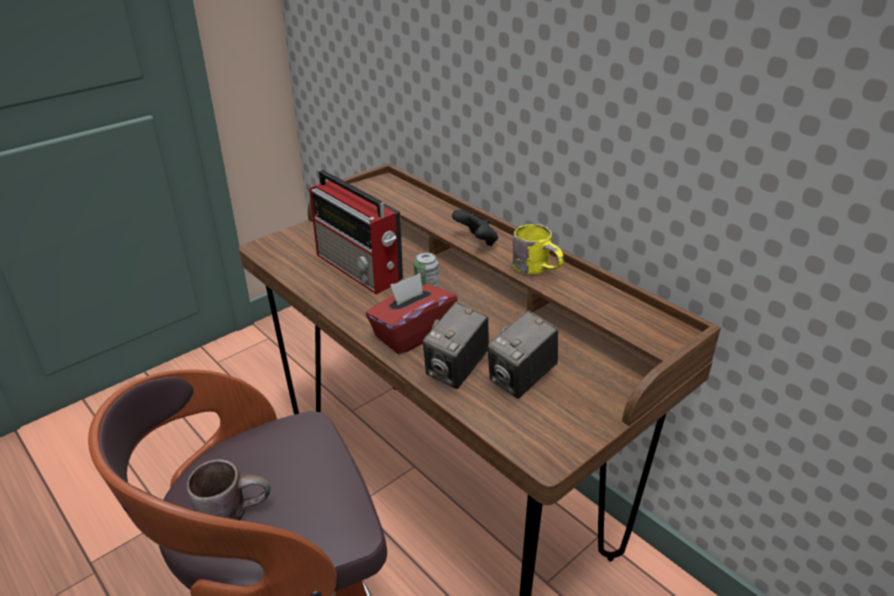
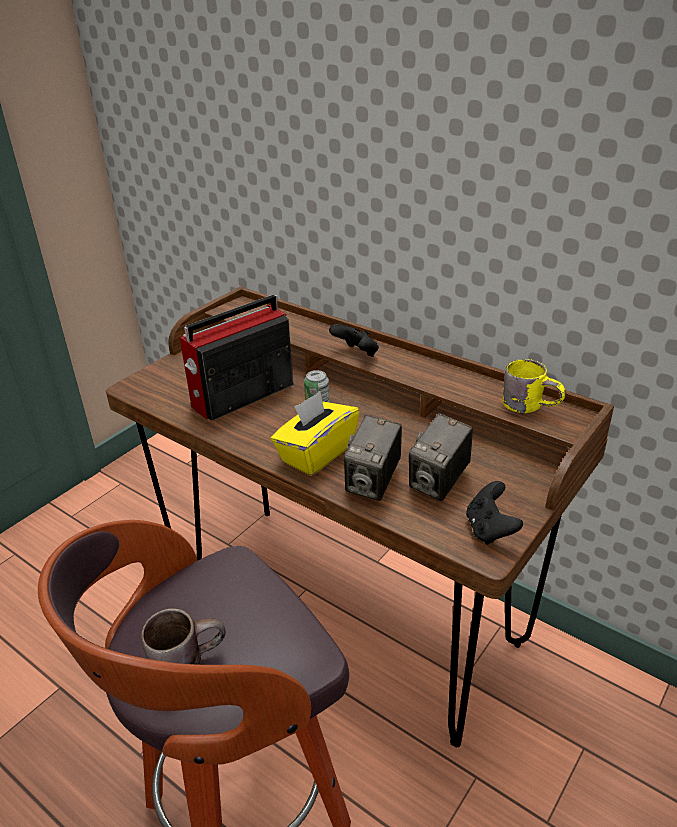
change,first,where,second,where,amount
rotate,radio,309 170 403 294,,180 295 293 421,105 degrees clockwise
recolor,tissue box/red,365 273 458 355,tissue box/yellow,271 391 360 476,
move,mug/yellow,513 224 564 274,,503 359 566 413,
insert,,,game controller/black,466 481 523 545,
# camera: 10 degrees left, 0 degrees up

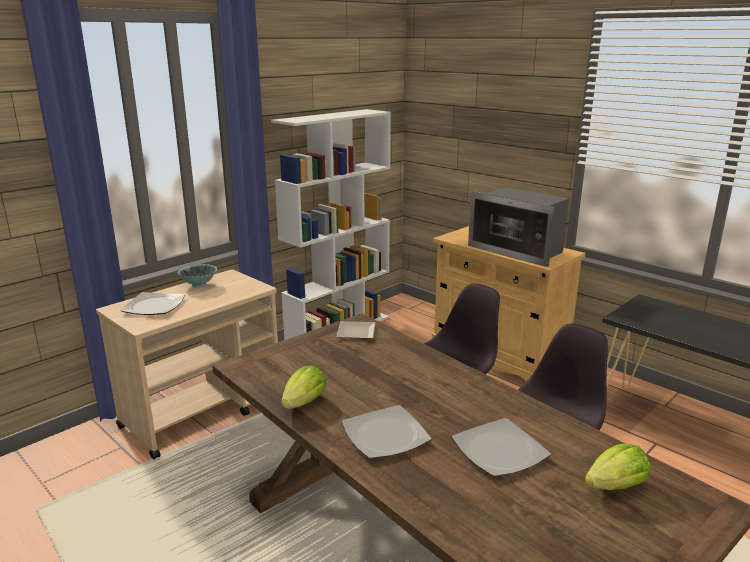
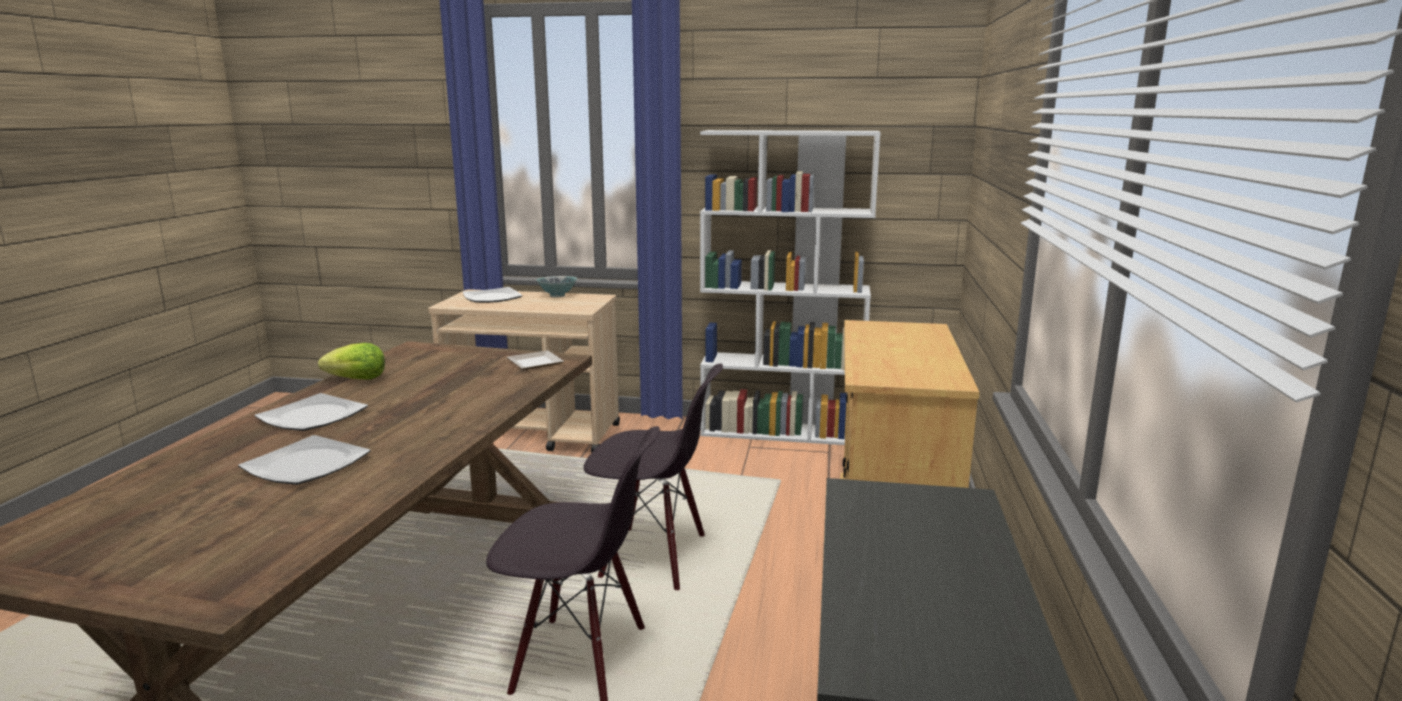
change,first,where,second,where,amount
delete,microwave,468 187 569 267,,,
delete,lettuce,585 443 650 490,,,
# camera: 55 degrees right, 5 degrees down

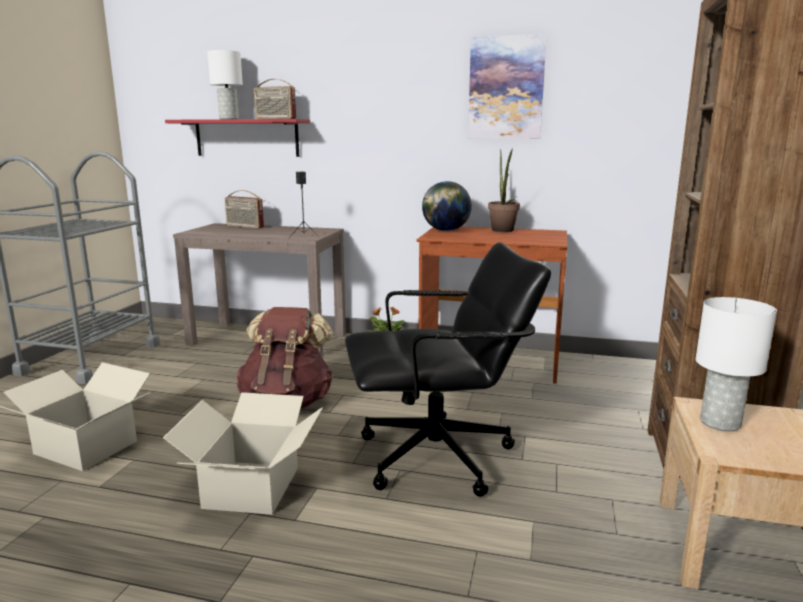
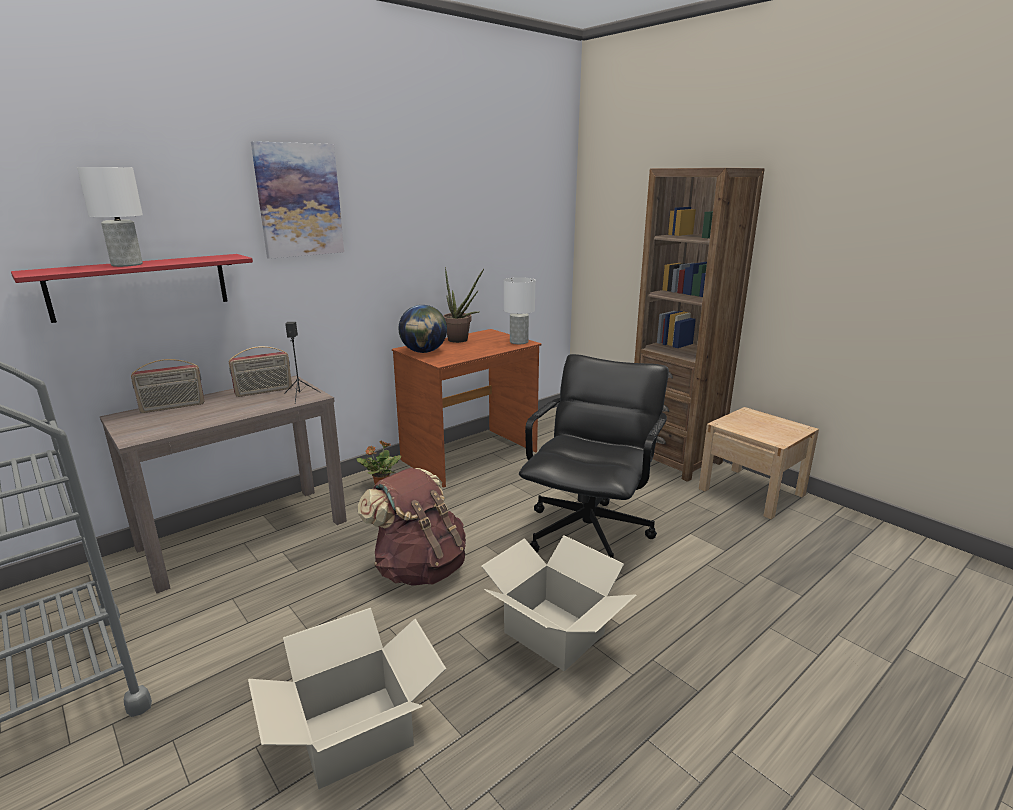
change,first,where,second,where,amount
move,radio,254 79 296 119,,229 346 292 397,
move,picture,468 34 547 138,,251 141 344 259,
move,table lamp/white,696 297 777 431,,504 277 535 344,
# camera: 55 degrees left, 5 degrees up

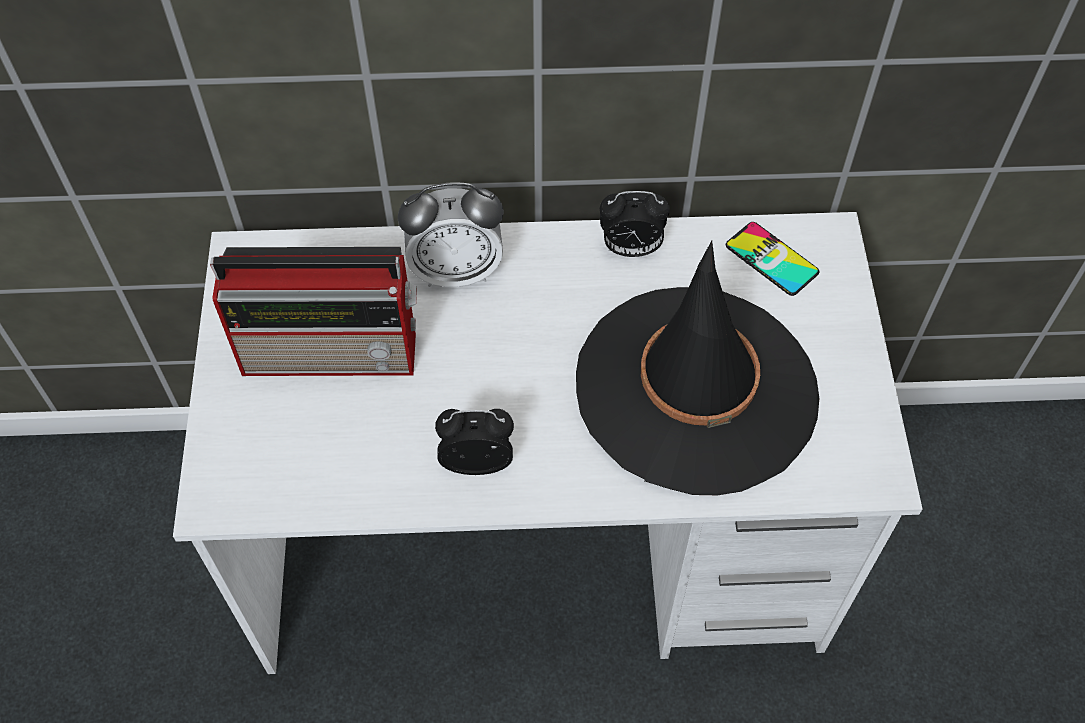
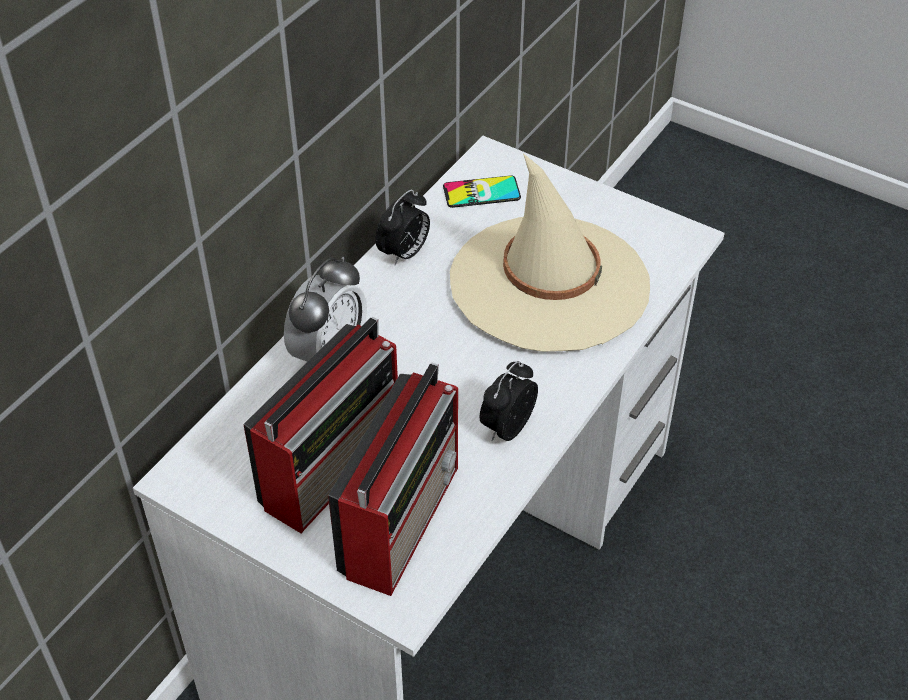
change,first,where,second,where,amount
recolor,hat/black,576 241 819 495,hat/beige,450 153 650 352,
insert,,,radio,328 362 458 596,
# camera: 55 degrees left, 10 degrees down

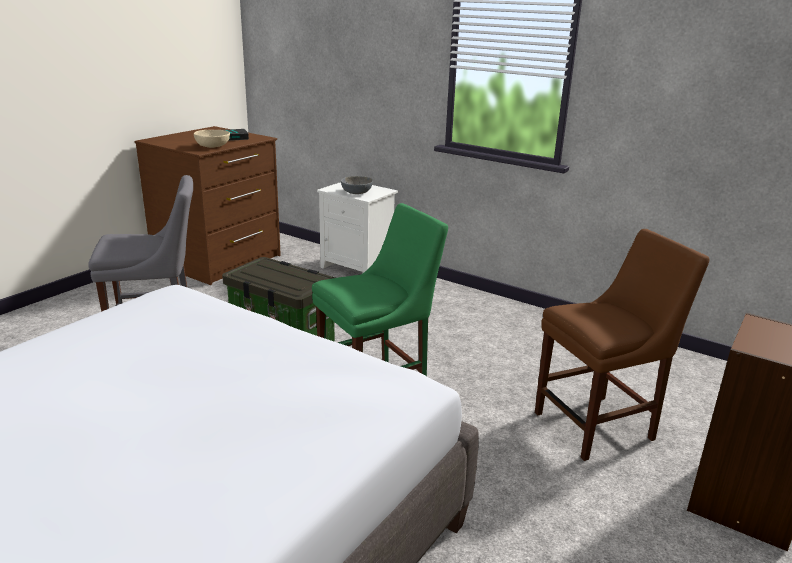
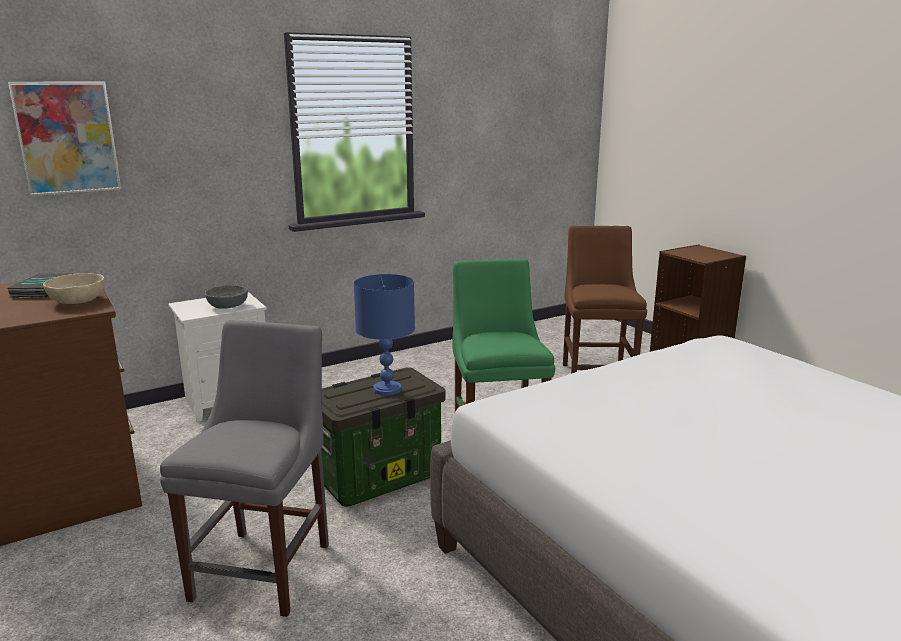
change,first,where,second,where,amount
insert,,,picture,8 82 122 196,
insert,,,table lamp/blue,354 274 415 396,
# camera: 65 degrees left, 5 degrees down

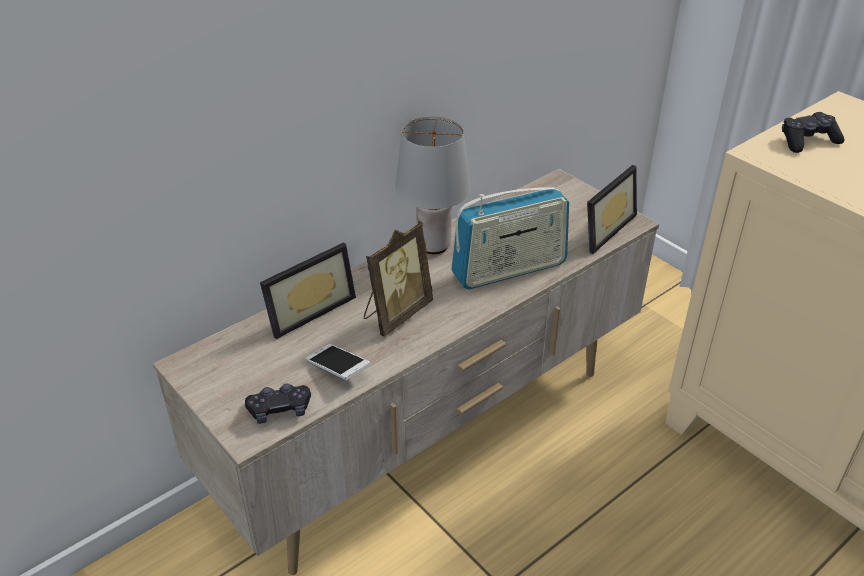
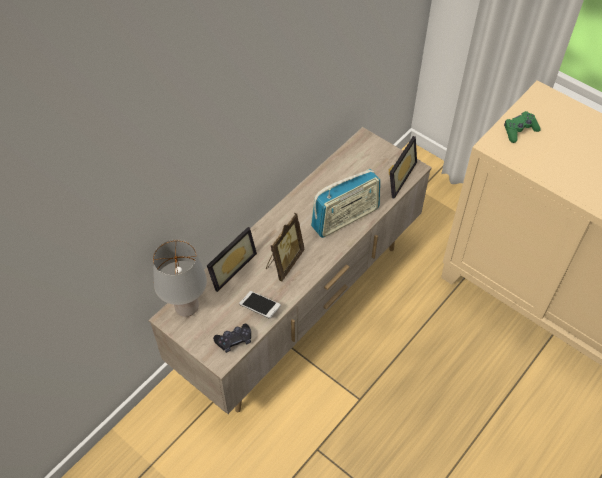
change,first,where,second,where,amount
move,table lamp/grey,395 117 471 254,,153 240 207 317,
recolor,game controller/black,782 112 844 153,game controller/green,504 111 541 143,
# camera: 10 degrees left, 15 degrees up

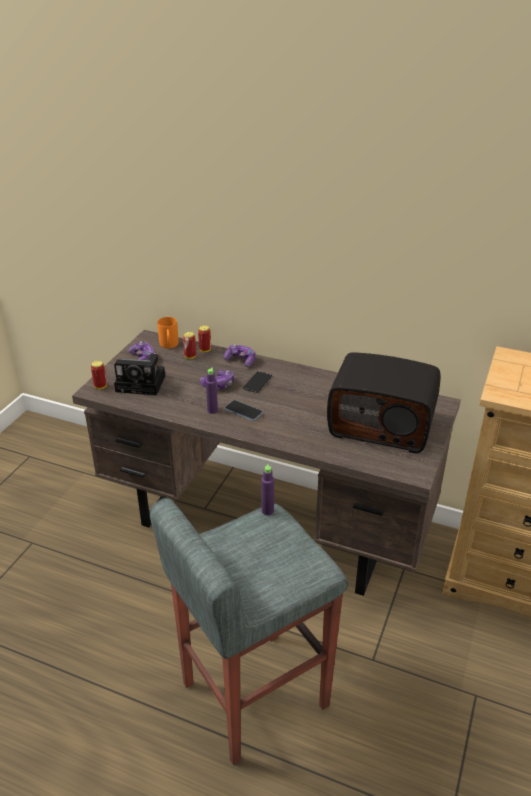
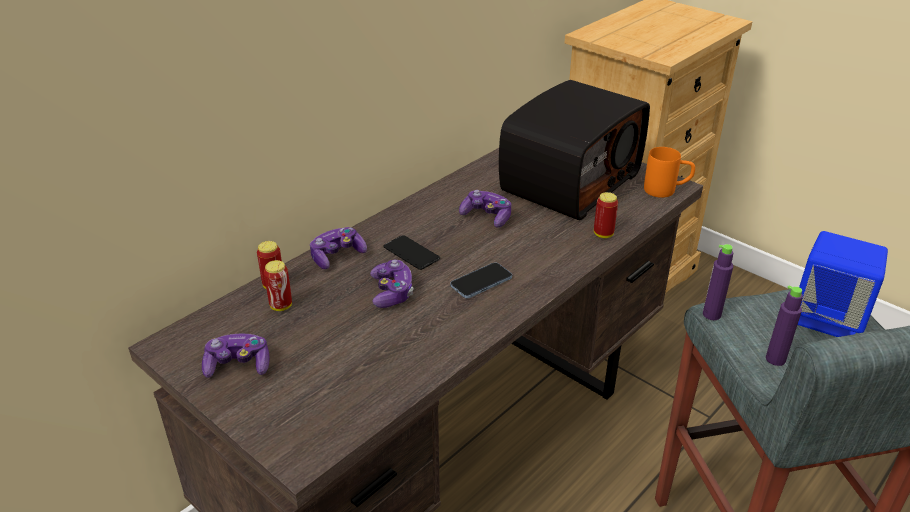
change,first,where,second,where,amount
move,can,91 361 107 389,,594 192 618 238,
delete,photo camera,114 353 165 395,,,
move,mug/orange,158 317 179 348,,644 147 695 198,
move,bottle/purple,206 368 218 414,,766 286 803 366,
insert,,,game controller,459 190 511 228,
insert,,,speaker/blue,798 231 888 337,
# camera: 70 degrees left, 0 degrees up

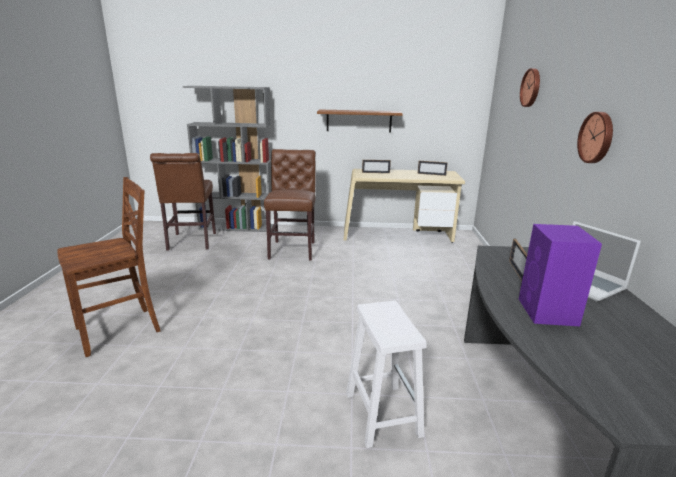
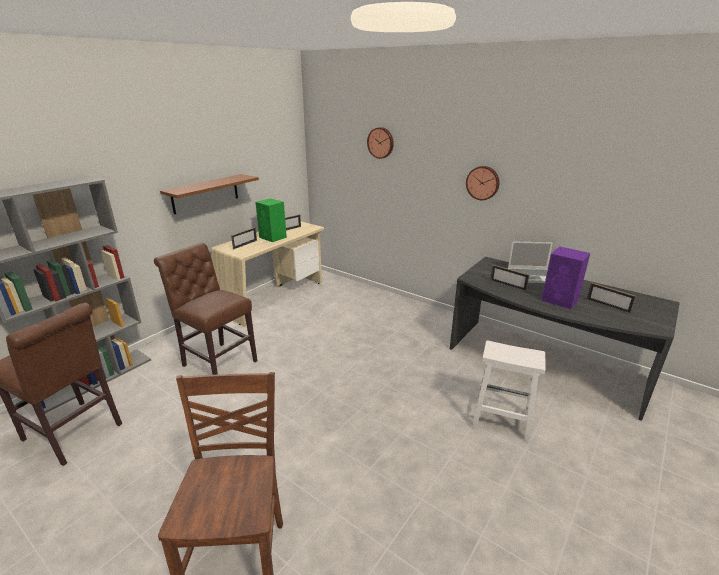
change,first,where,second,where,amount
insert,,,speaker/green,255 198 287 242,
insert,,,picture frame,586 282 636 314,
# camera: 55 degrees left, 5 degrees up

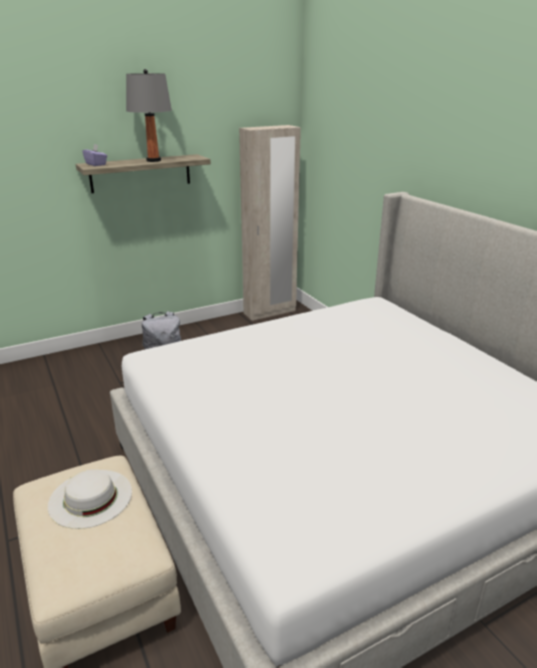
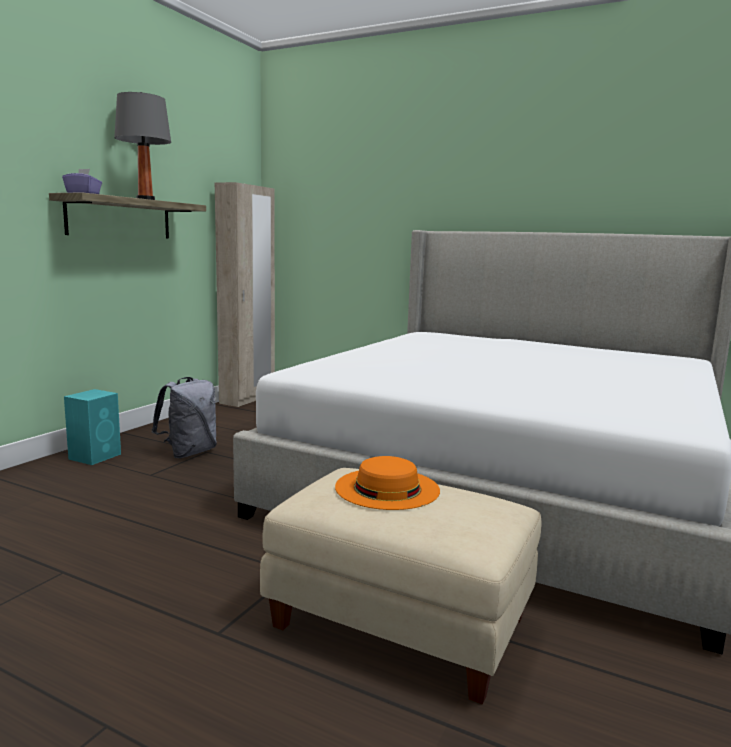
change,first,where,second,where,amount
recolor,hat/white,48 469 132 529,hat/orange,335 456 440 510,
insert,,,speaker/turquoise,64 389 121 465,
# camera: 35 degrees left, 15 degrees down

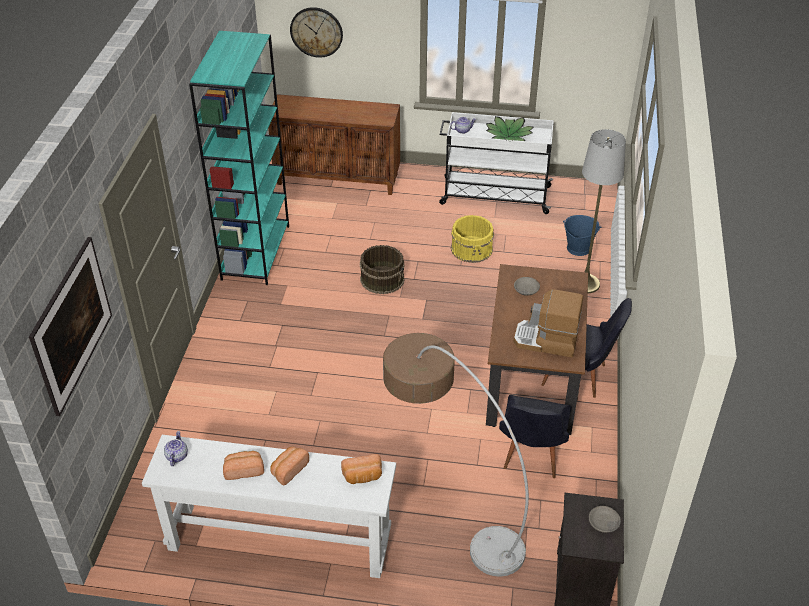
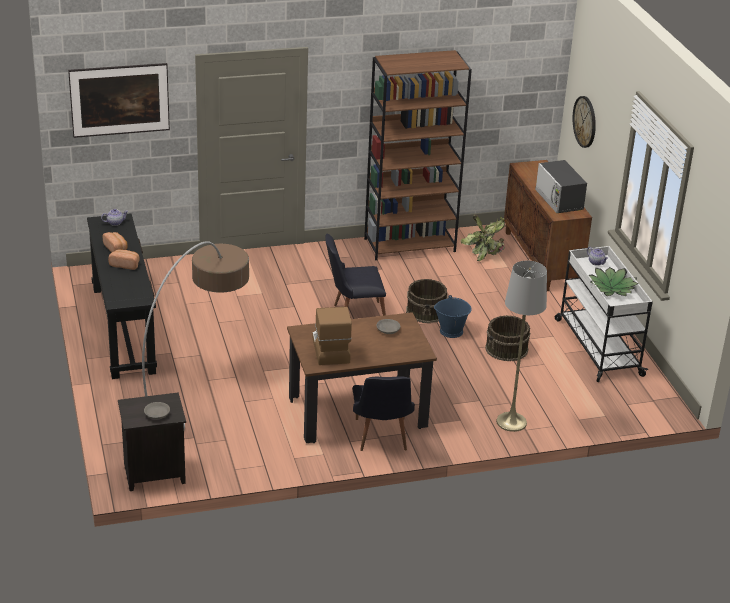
change,first,where,second,where,amount
recolor,console table/white,142 435 396 578,console table/black,87 213 157 379,
recolor,bookcase/turquoise,189 31 289 285,bookcase/brown,364 50 472 260,
delete,bread,341 454 382 484,,,
recolor,bucket/yellow,451 215 494 263,bucket/brown,485 315 530 362,
move,chair/black,499 395 572 478,,326 234 386 316,
move,bucket/blue,563 215 601 256,,434 295 472 338,
insert,,,potted plant,460 215 505 261,
insert,,,microwave,535 160 587 213,
# camera: 65 degrees right, 10 degrees down

